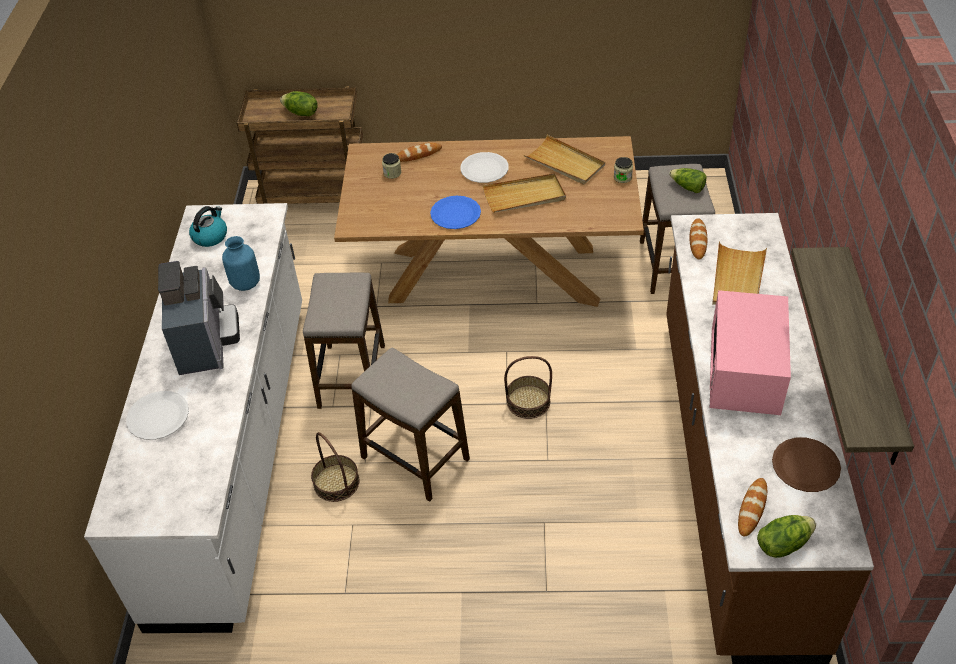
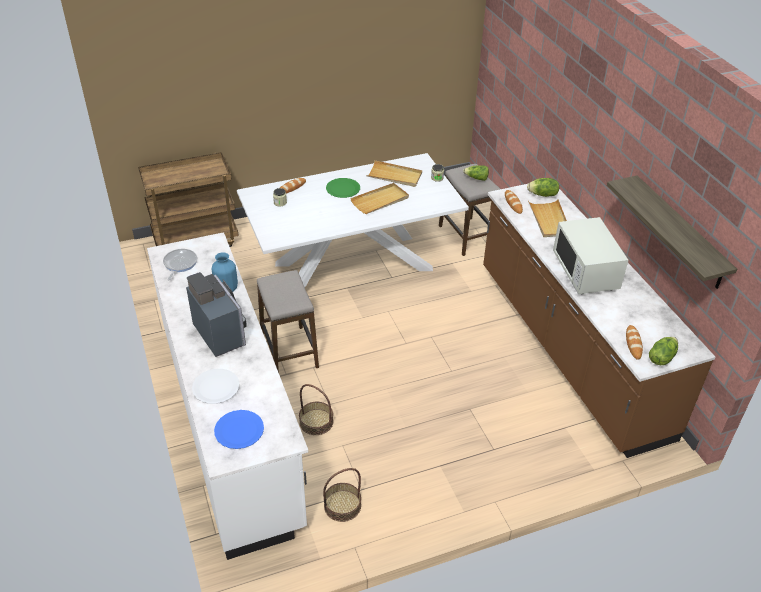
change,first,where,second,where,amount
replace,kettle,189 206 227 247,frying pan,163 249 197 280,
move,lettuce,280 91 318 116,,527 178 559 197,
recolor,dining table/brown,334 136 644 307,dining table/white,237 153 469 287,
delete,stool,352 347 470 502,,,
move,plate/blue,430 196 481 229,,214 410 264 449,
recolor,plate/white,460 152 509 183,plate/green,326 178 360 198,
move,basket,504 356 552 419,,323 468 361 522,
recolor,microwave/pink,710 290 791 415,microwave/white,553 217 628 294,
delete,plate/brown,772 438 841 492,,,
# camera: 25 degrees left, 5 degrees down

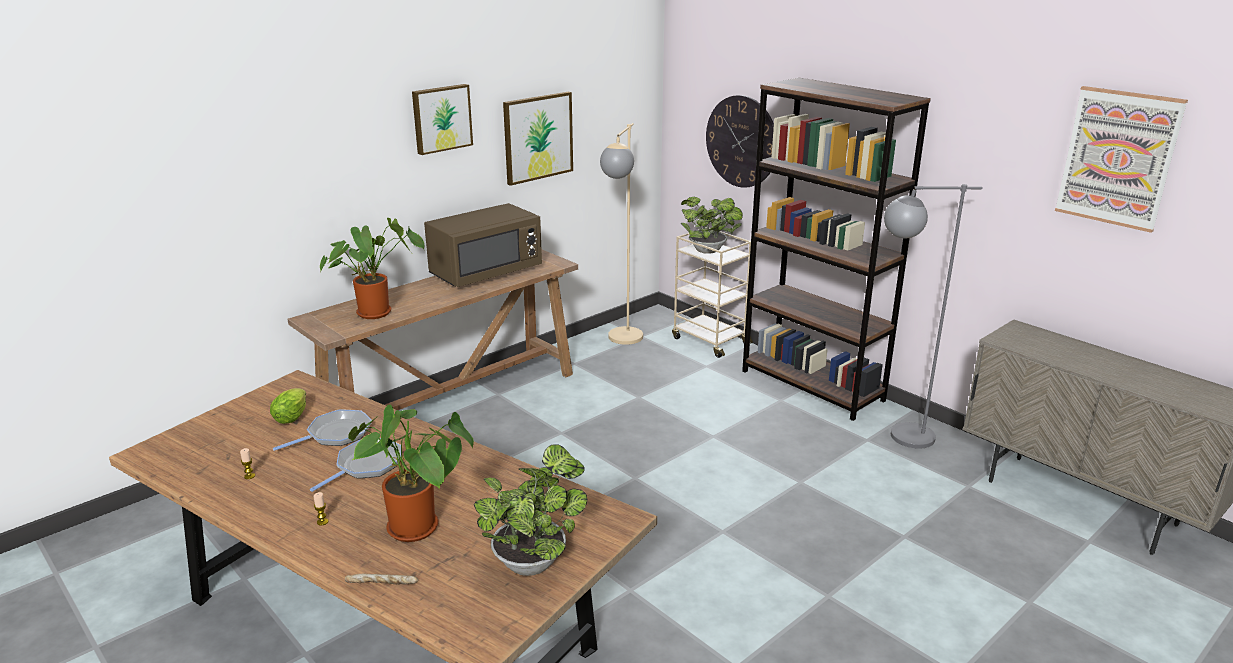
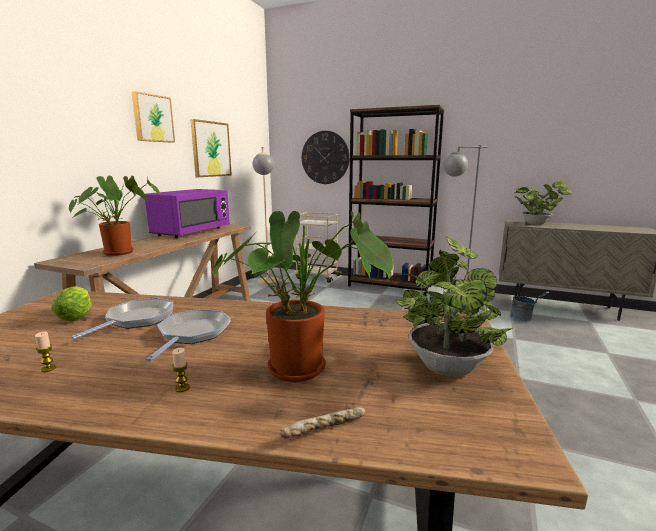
change,first,where,second,where,amount
recolor,microwave/brown,424 203 542 287,microwave/purple,145 189 230 238,
move,potted plant,681 197 743 254,,514 181 573 225,
delete,picture,1055 86 1188 233,,,
insert,,,bucket/grey,510 291 551 322,
# camera: 25 degrees left, 10 degrees down

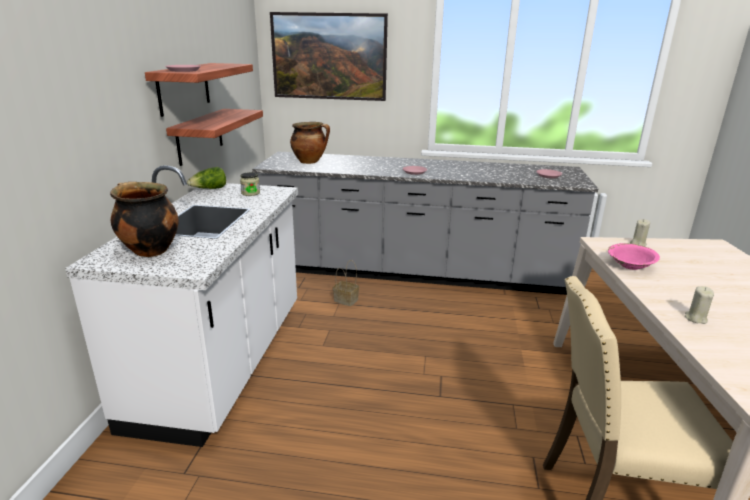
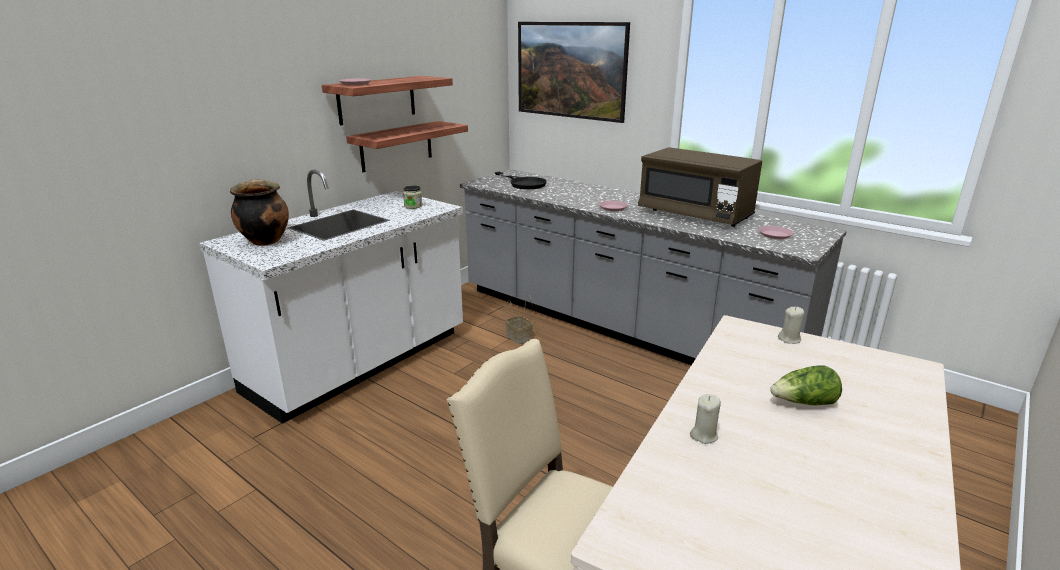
change,first,where,second,where,amount
move,lettuce,187 167 226 189,,770 365 842 405,
replace,cooking pot,290 122 330 164,frying pan/black,495 172 547 189,
delete,bowl/pink,608 243 660 270,,,
insert,,,microwave/brown,638 147 762 227,
# camera: 30 degrees right, 0 degrees up

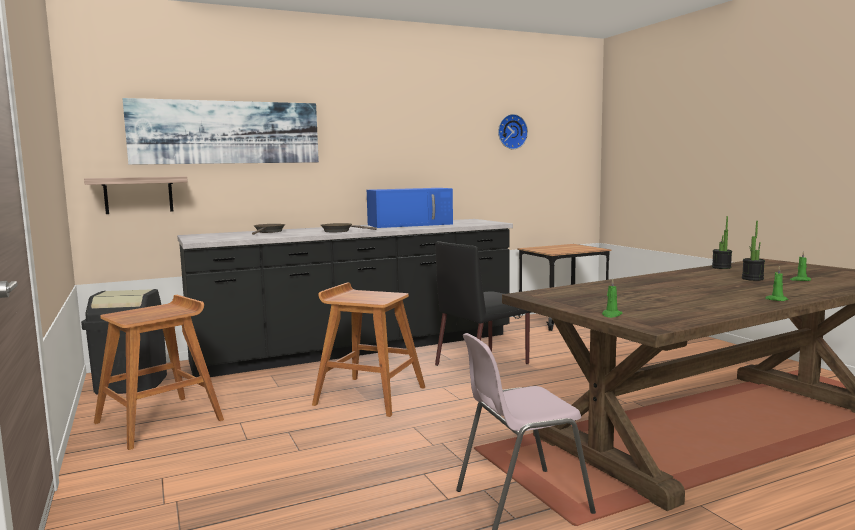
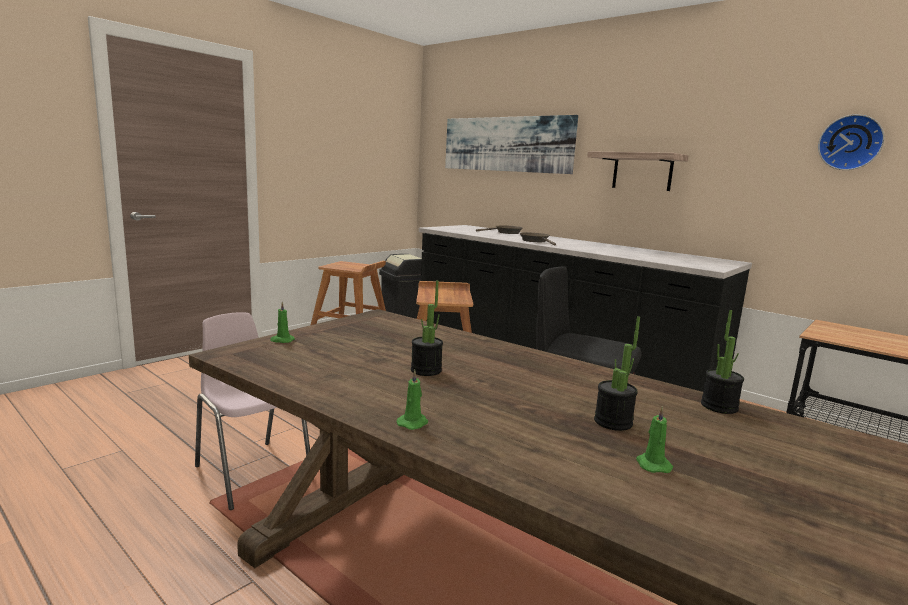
change,first,where,second,where,amount
move,shelf,84 176 188 214,,587 151 688 191,
delete,microwave/blue,367 188 453 228,,,
insert,,,potted plant,411 280 443 376,
# camera: 65 degrees right, 5 degrees up

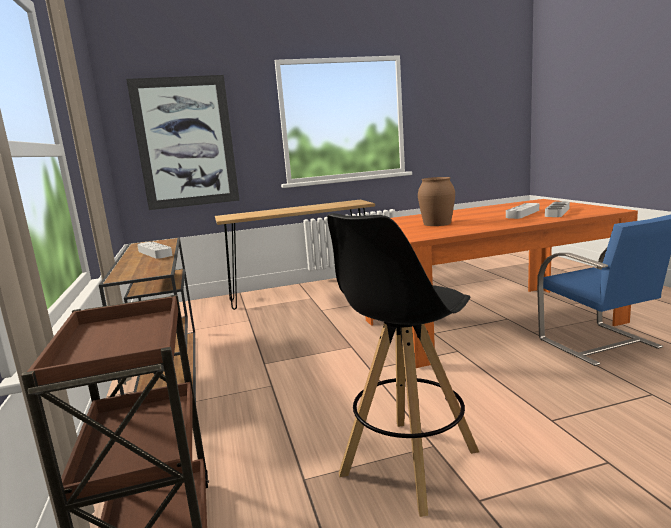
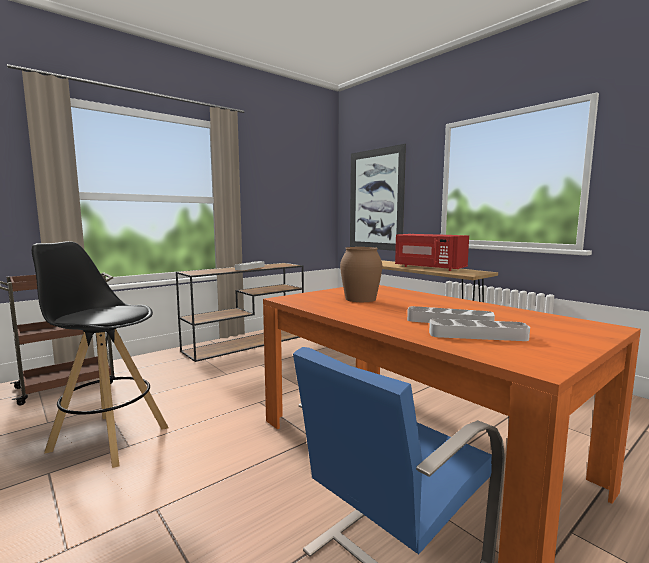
change,first,where,second,where,amount
insert,,,microwave/red,395 234 469 271,
# camera: 65 degrees right, 5 degrees down

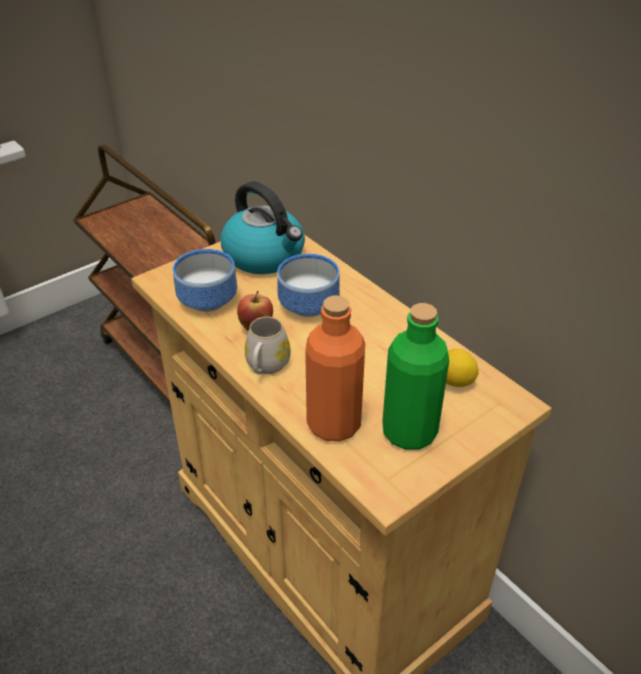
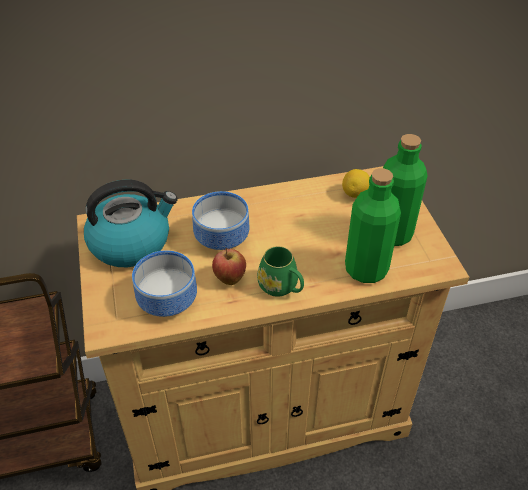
change,first,where,second,where,amount
recolor,mug/white,245 317 291 374,mug/green,257 246 304 297,
recolor,bottle/orange,305 295 365 442,bottle/green,345 168 401 283,
# camera: 65 degrees left, 5 degrees up

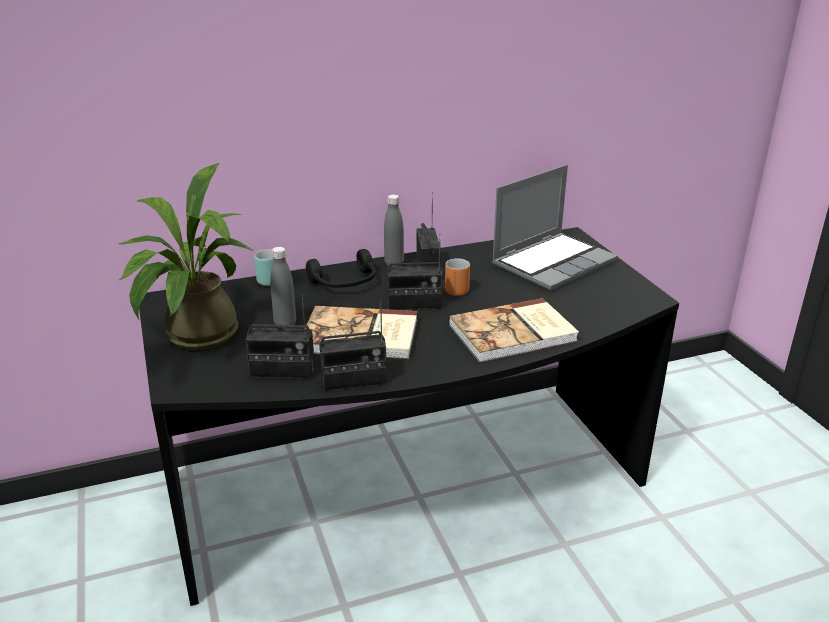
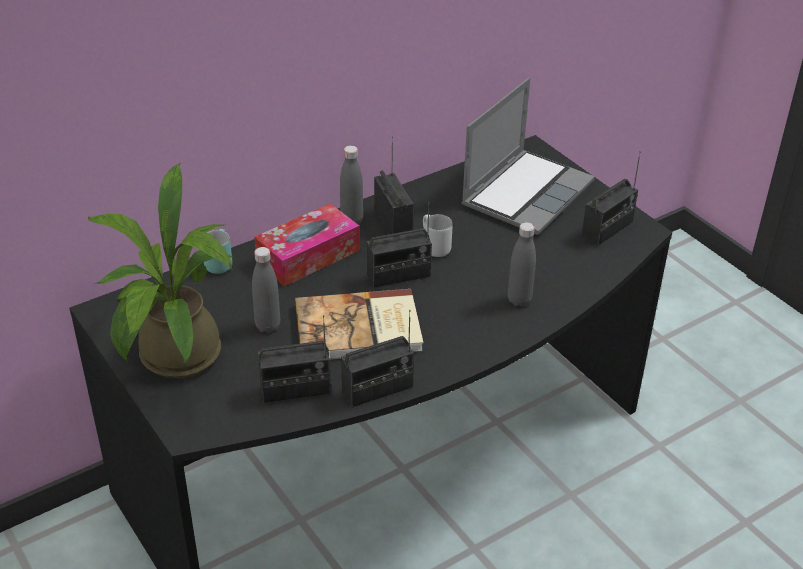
change,first,where,second,where,amount
replace,headphones/black,306 249 376 288,tissue box,254 203 360 286,
recolor,mug/orange,445 259 470 296,mug/white,423 214 453 257,
replace,book,448 298 579 362,bottle/grey,508 222 536 306,
insert,,,radio,581 151 641 246,
# camera: 15 degrees left, 10 degrees up

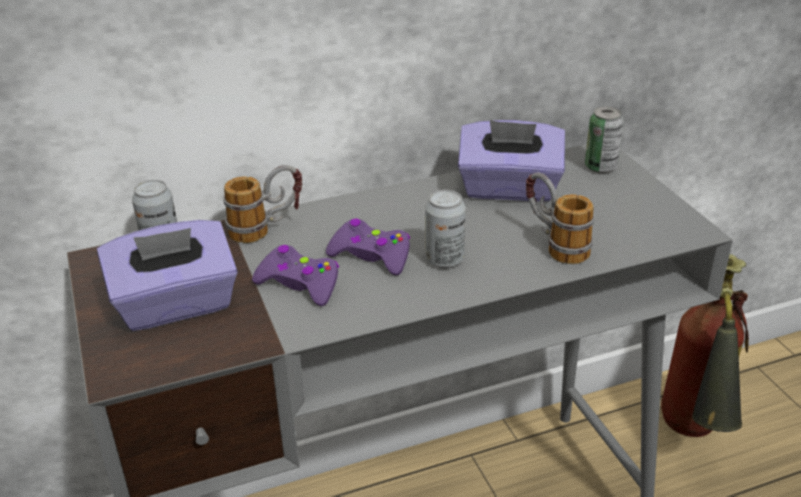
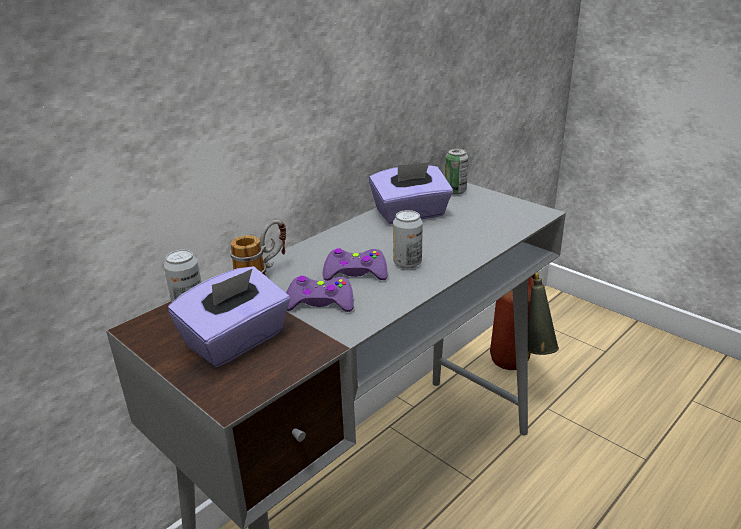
change,first,where,second,where,amount
delete,mug,526 173 595 264,,,
# camera: 25 degrees left, 5 degrees down

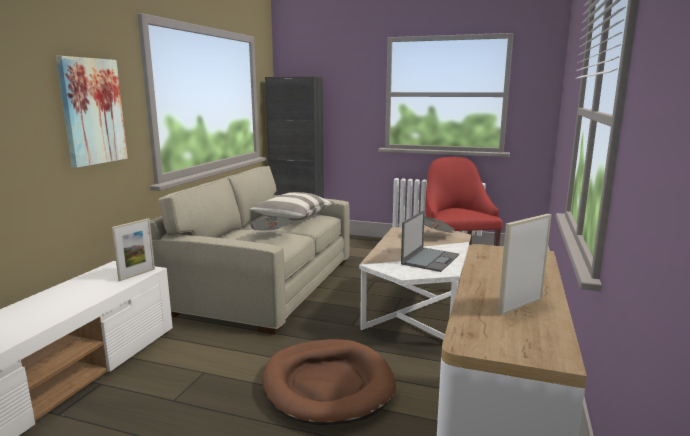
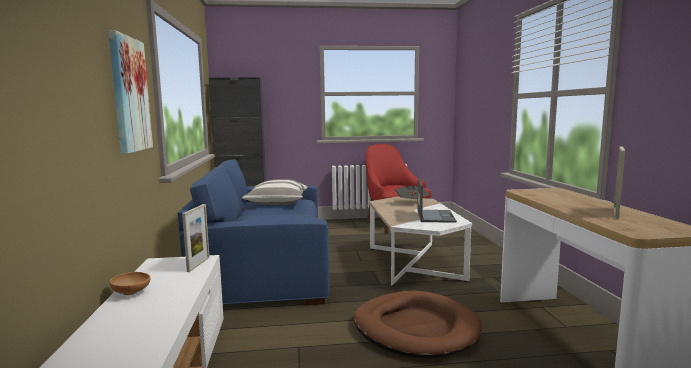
change,first,where,second,where,amount
recolor,sofa/beige,150 166 350 335,sofa/blue,178 159 329 305,
delete,newspaper,249 217 292 231,,,
insert,,,bowl/brown,109 272 151 295,
# camera: 25 degrees left, 5 degrees down

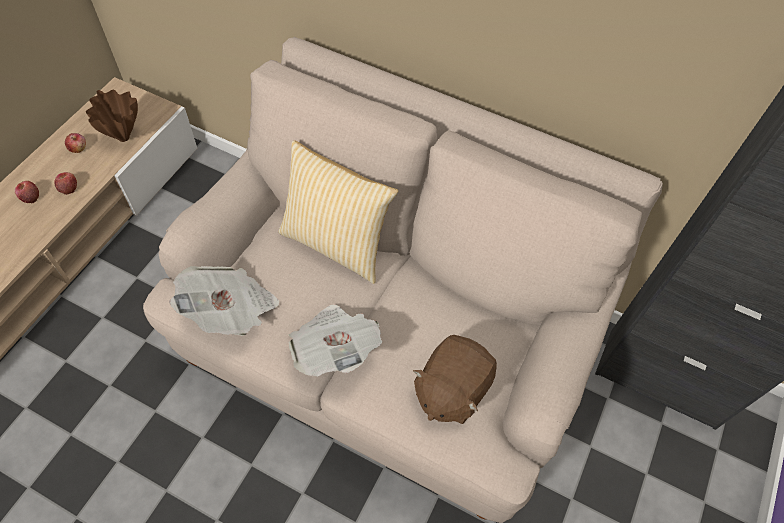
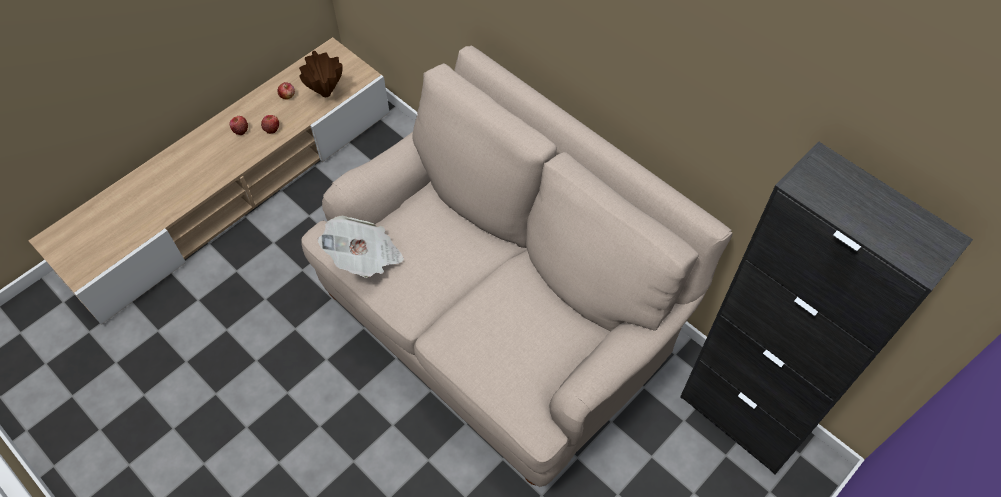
change,first,where,second,where,amount
delete,pillow,278 140 398 284,,,
delete,newspaper,289 304 382 377,,,
delete,plush toy/brown,413 335 497 424,,,
# camera: 20 degrees right, 0 degrees up

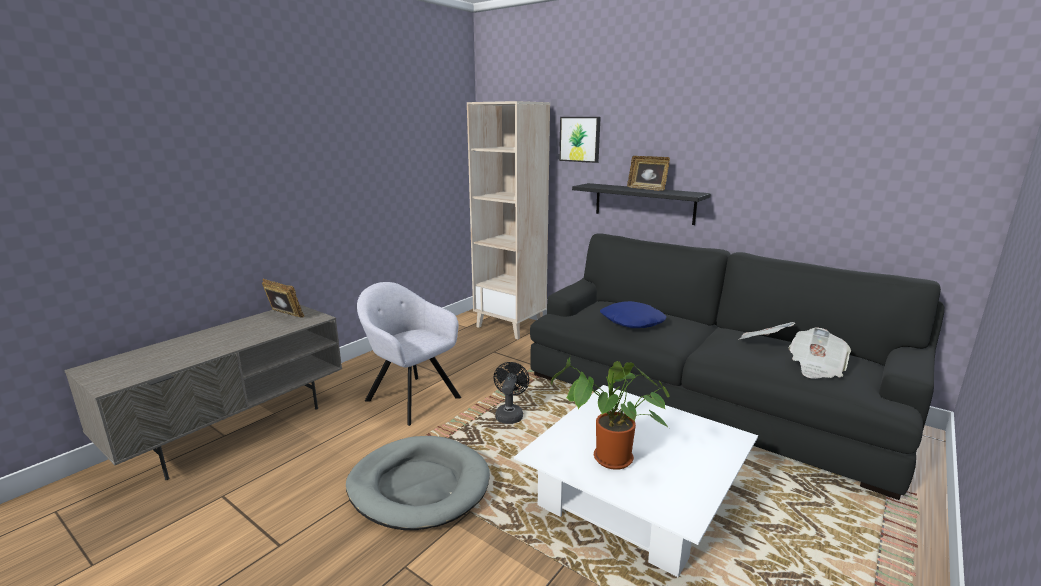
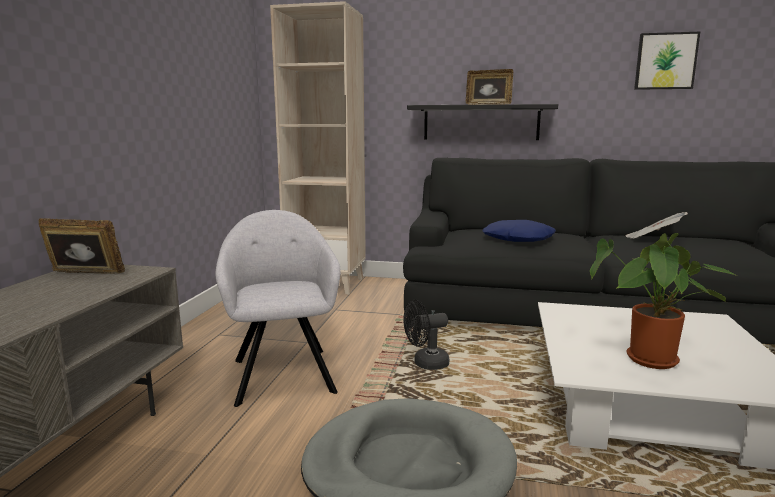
change,first,where,second,where,amount
rotate,armchair/grey,357 282 461 426,,215 210 340 407,60 degrees clockwise
rotate,fan/black,494 362 529 424,,403 300 450 370,90 degrees counterclockwise
move,picture,559 117 601 163,,634 32 700 90,
delete,newspaper,789 327 851 379,,,
# camera: 25 degrees left, 5 degrees down

